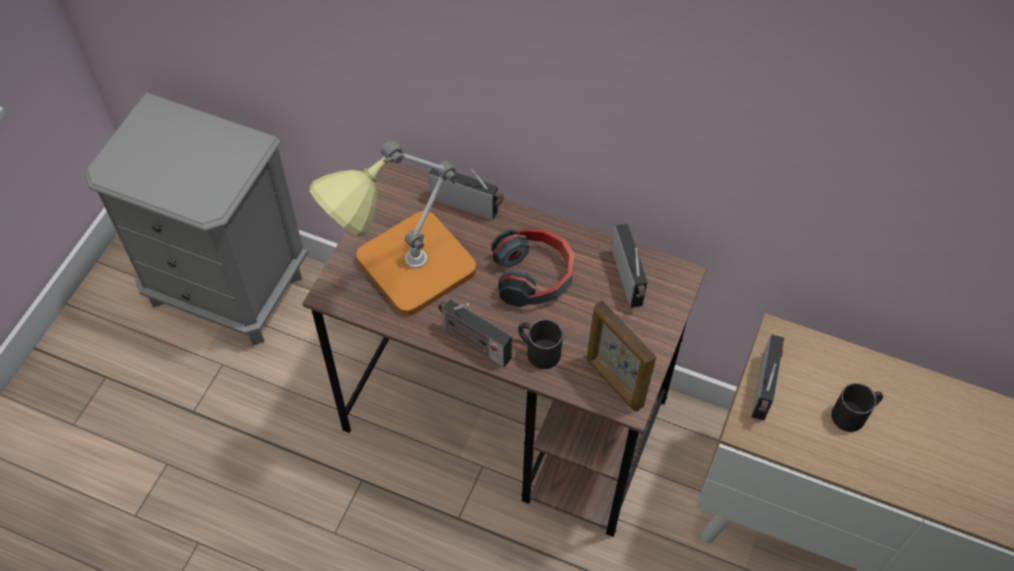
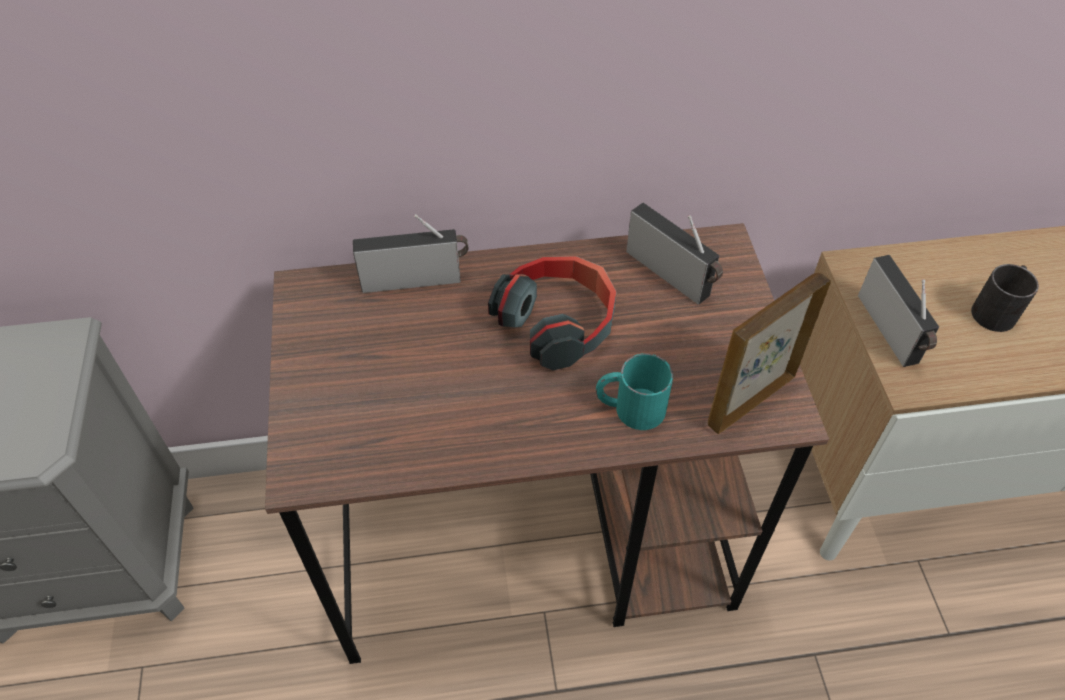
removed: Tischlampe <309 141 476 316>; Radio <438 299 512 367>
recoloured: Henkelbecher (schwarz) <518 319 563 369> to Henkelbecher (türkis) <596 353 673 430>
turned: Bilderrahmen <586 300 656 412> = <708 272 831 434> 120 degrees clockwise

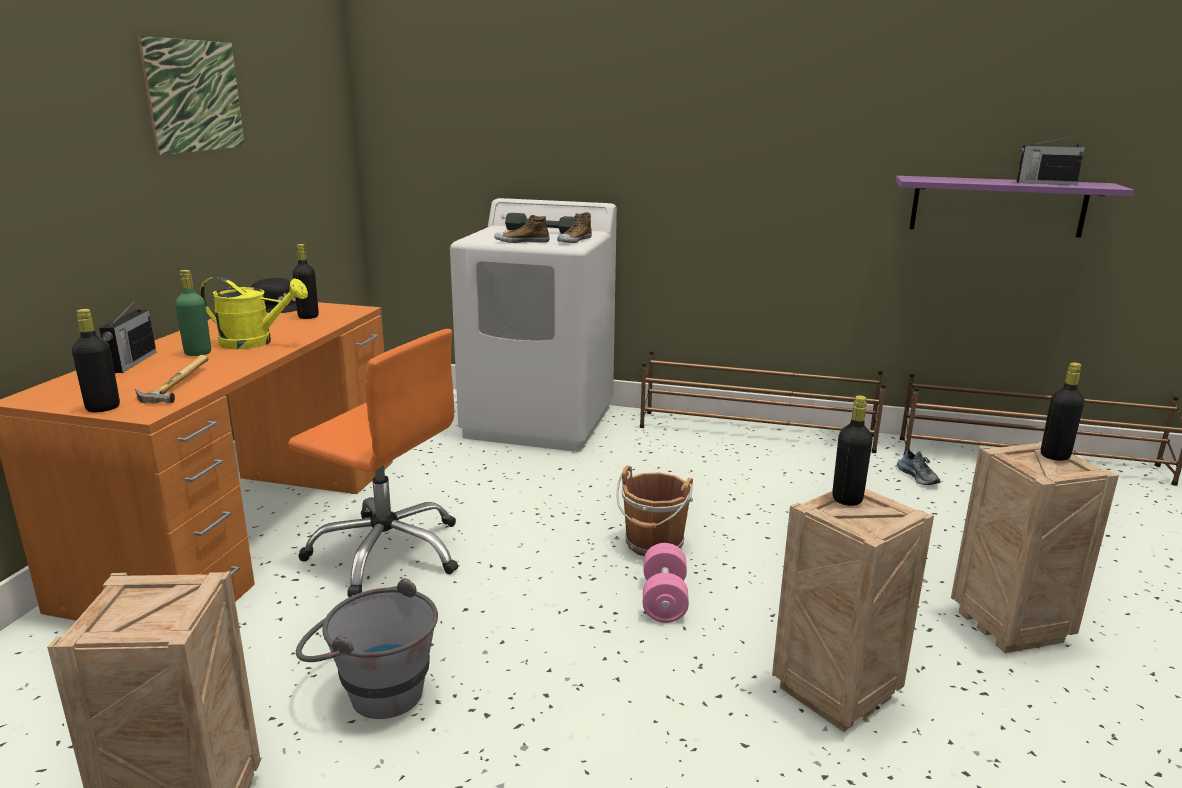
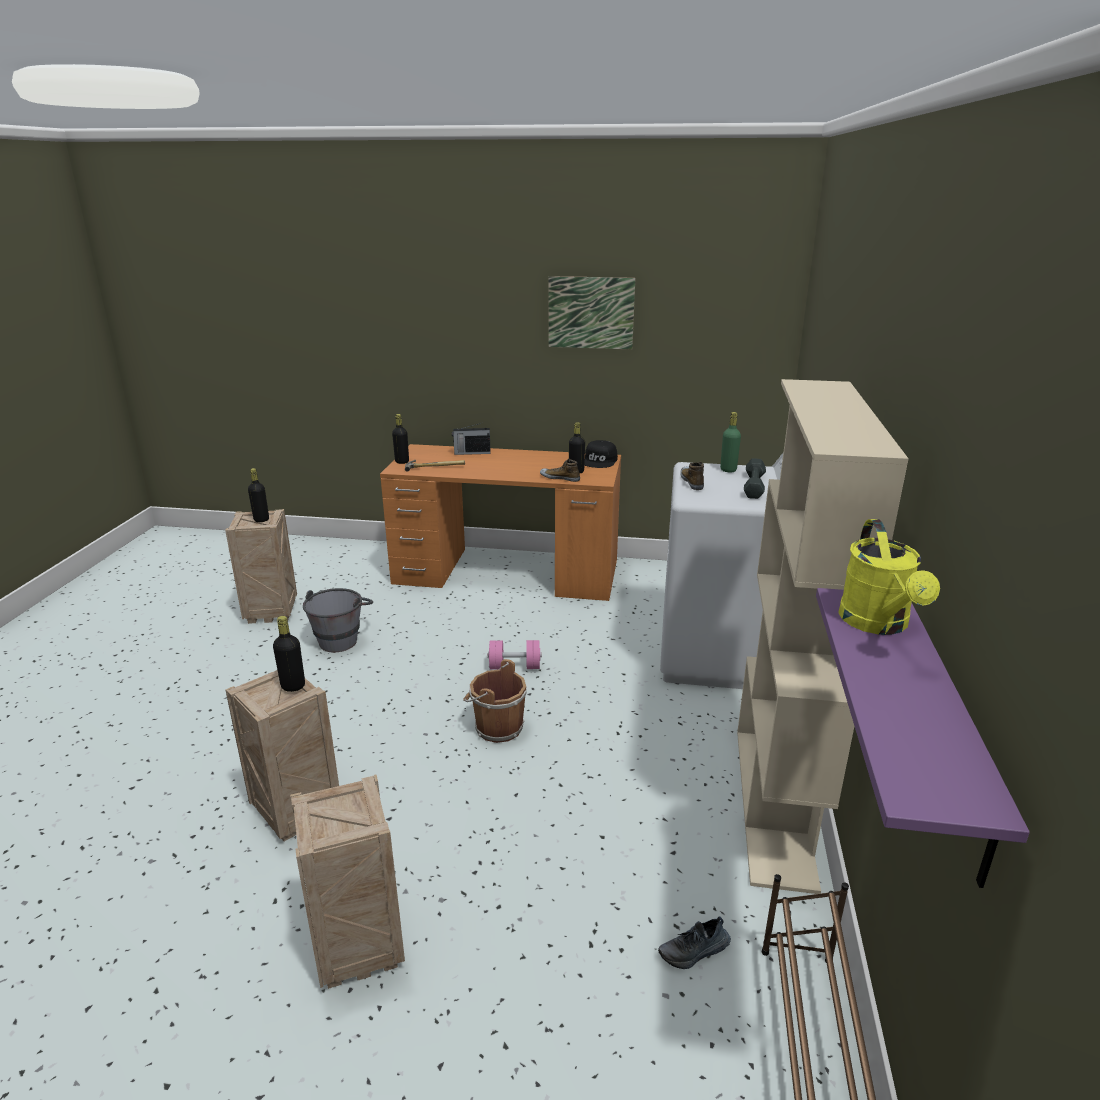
removed: Radio <1017 135 1085 185>; Bürostuhl (orange) <288 329 458 597>
moved: Schuh <557 212 592 243> to <540 459 580 482>; Flasche (grün) <175 270 211 356> to <720 412 741 472>; Gießkanne (gelb) <200 276 308 349> to <838 519 940 635>; Flasche (schwarz) <1041 363 1085 461> to <248 468 269 522>; Hantel (rosa) <643 543 689 623> to <488 640 542 670>
replaced: Schuhregal (braun) <640 351 886 453> to Bücherregal (beige) <737 379 909 894>

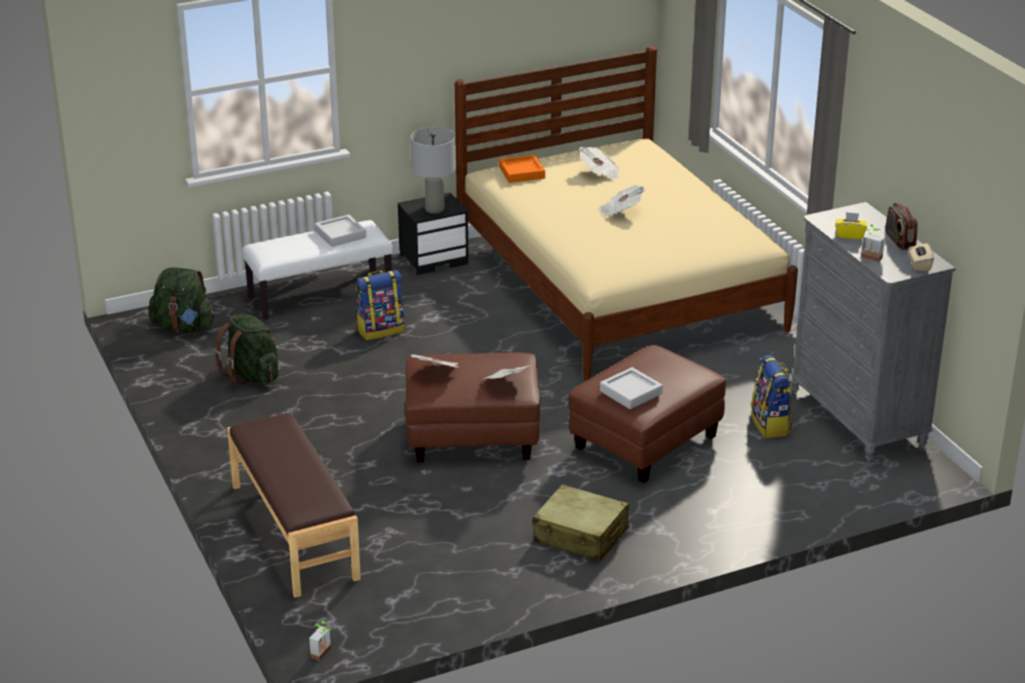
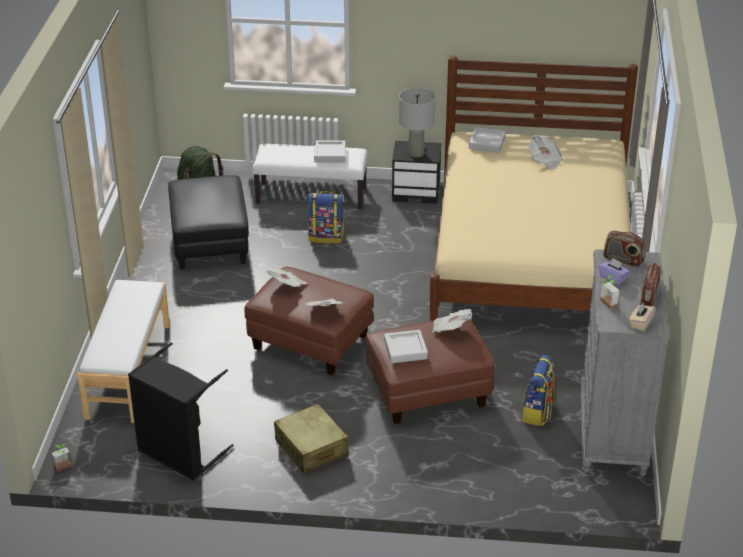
added: Radio <603 231 645 267>; Wäschekorb (schwarz) <128 342 234 481>
moved: Zeitung <598 185 645 217> to <432 309 472 332>
replaced: Rucksack (grün) <214 314 279 386> to Polsterhocker (schwarz) <168 175 249 270>
recoloured: Tablett (orange) <499 155 545 183> to Tablett (grau) <469 127 506 153>; Taschentuchbox (gelb) <836 212 867 239> to Taschentuchbox (lila) <599 258 630 285>; Bank (braun) <227 413 361 598> to Bank (weiß) <77 280 170 423>

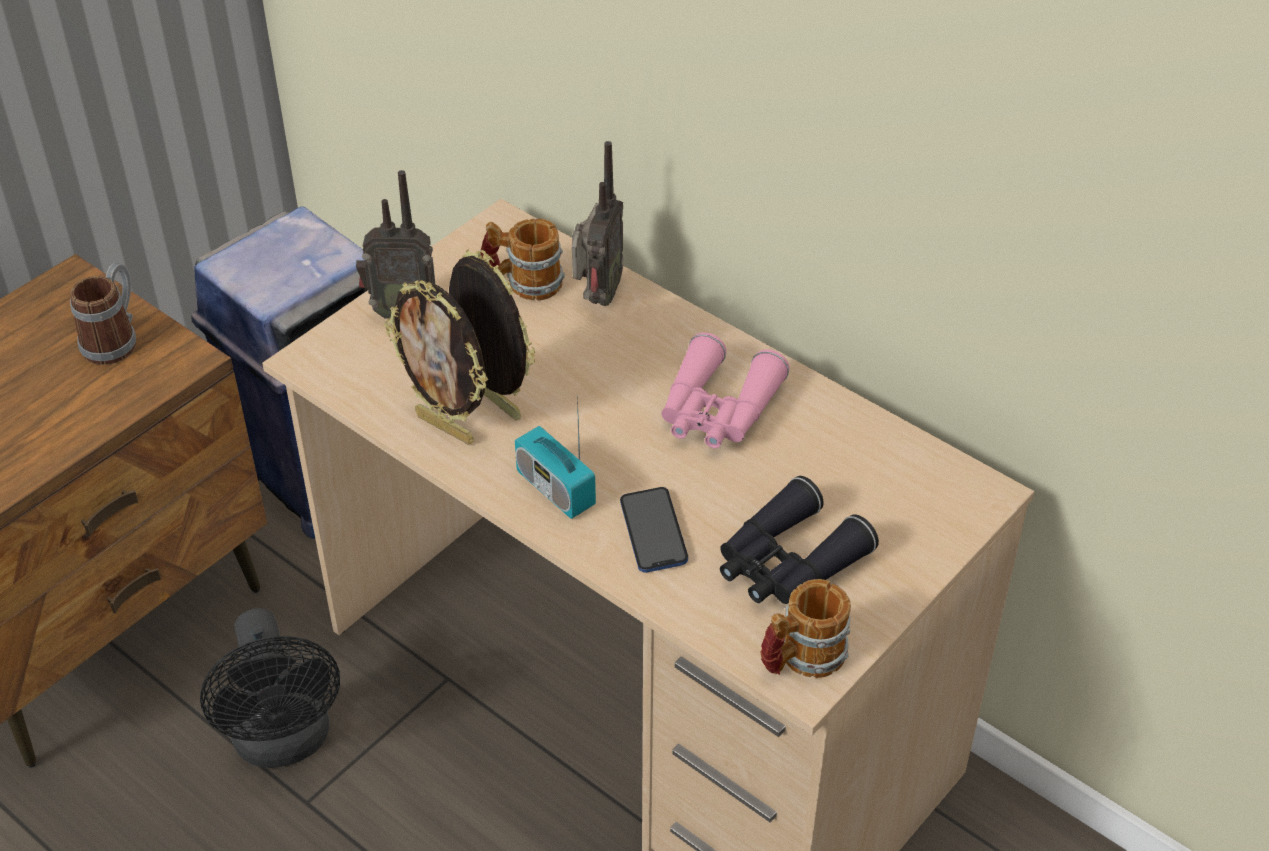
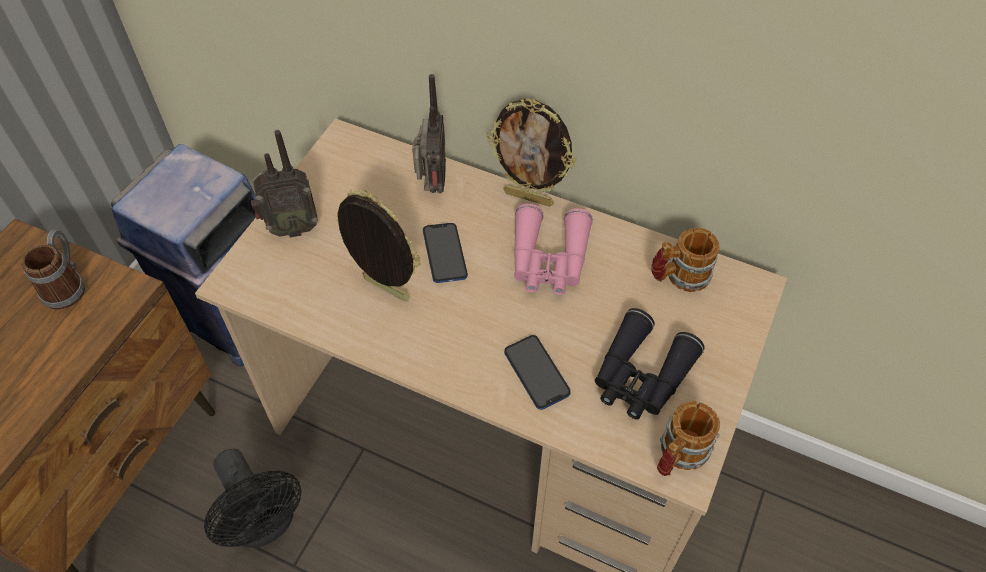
removed: Radio <515 395 596 519>
added: Handy <423 223 468 283>
moved: Henkelbecher <480 219 565 300> to <651 228 720 292>; Bilderrahmen <384 280 488 445> to <486 99 576 207>

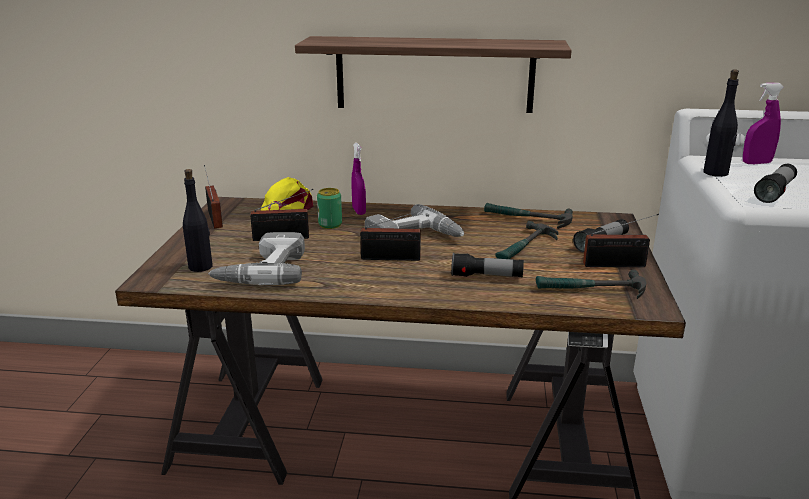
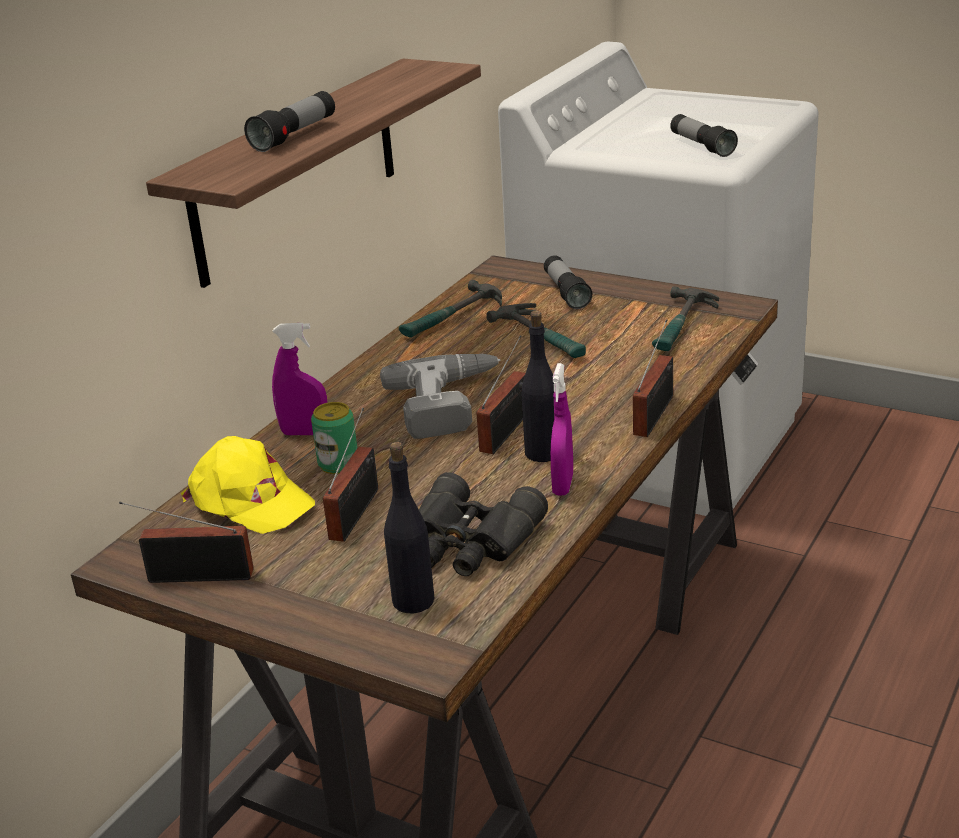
moved: Flasche (schwarz) <703 69 739 177> to <522 311 554 462>; Sprühflasche (lila) <743 83 784 164> to <550 363 573 495>; Radio <583 214 659 267> to <633 319 673 437>; Taschenlampe <451 253 524 278> to <244 91 335 152>
replaced: Bohrmaschine <208 232 305 285> to Fernglas (schwarz) <419 472 548 576>

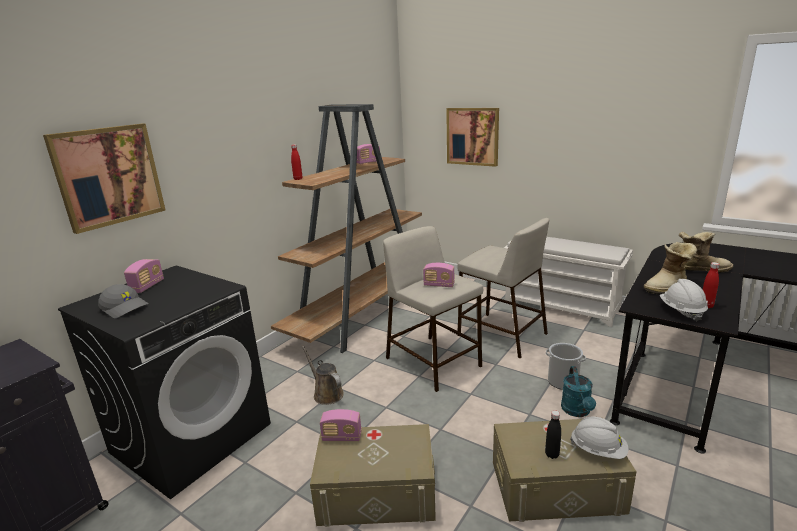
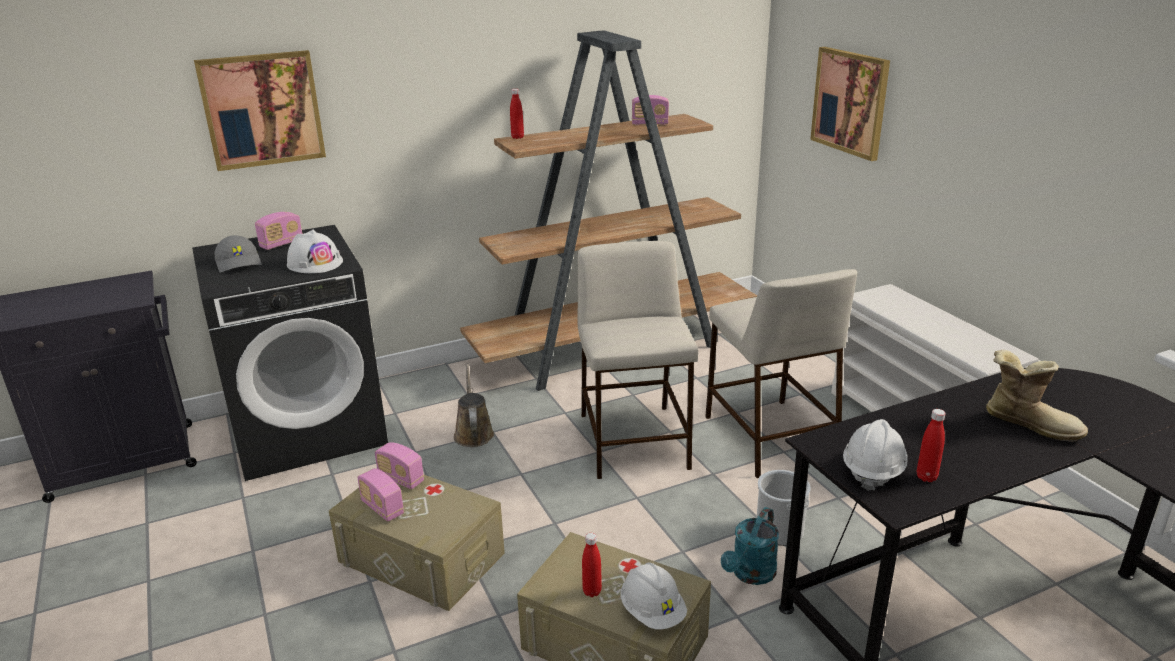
removed: Stiefel <644 242 697 294>
added: Schutzhelm (weiß) <287 229 343 273>
moved: Radio <423 263 455 287> to <357 468 404 522>
recoloured: Flasche (schwarz) <545 410 561 459> to Flasche (rot) <582 533 602 597>

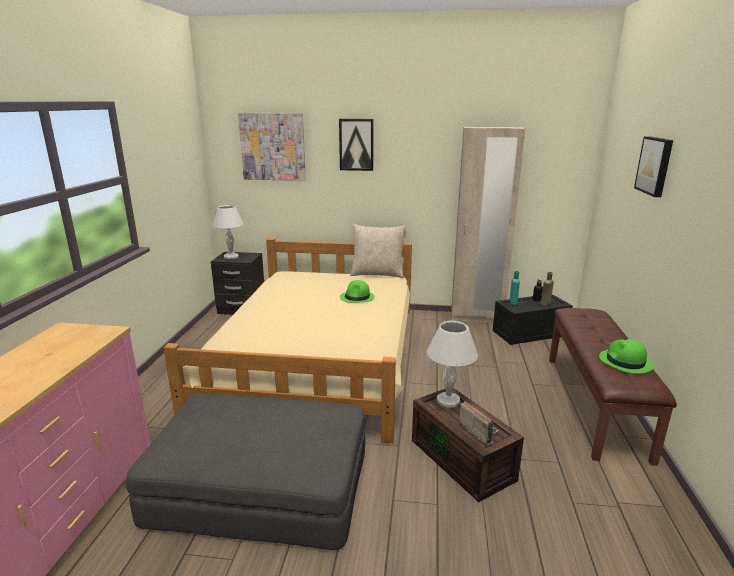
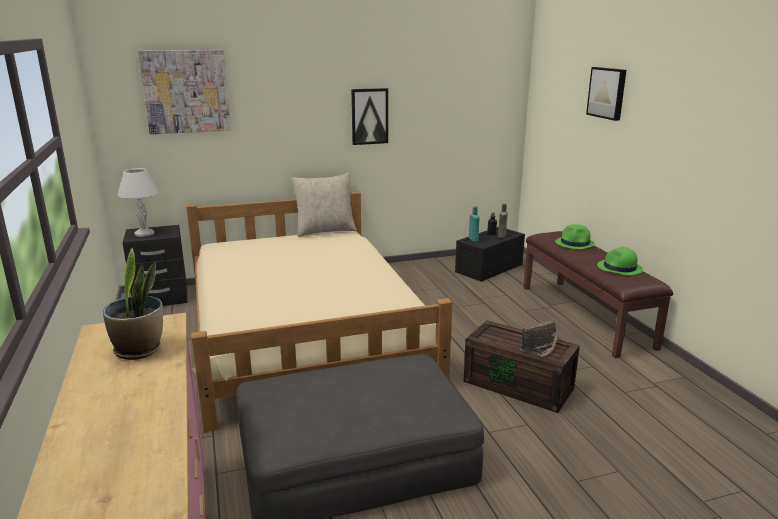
removed: Kleiderschrank (beige) <451 127 525 323>; Tischlampe (weiß) <426 321 478 408>
added: Topfpflanze <103 248 163 360>
moved: Bild <339 119 374 171> to <351 88 388 145>; Hut (grün) <340 280 375 303> to <555 224 596 249>
turned: Radio <459 401 499 445> = <520 321 557 357> 120 degrees clockwise

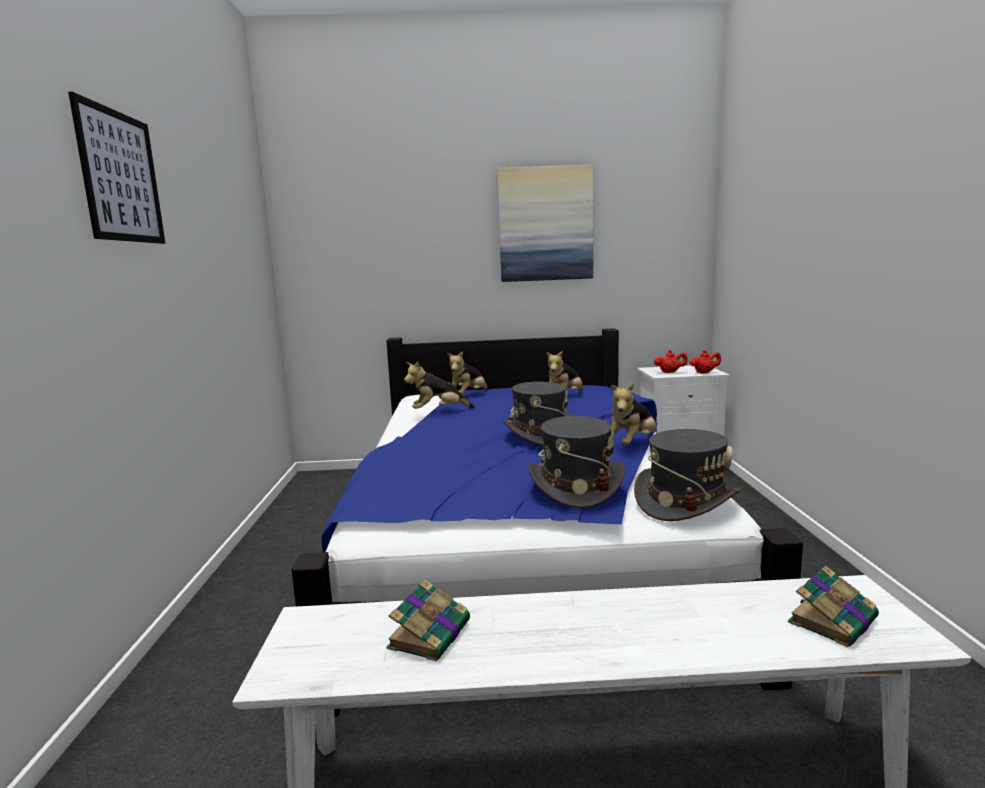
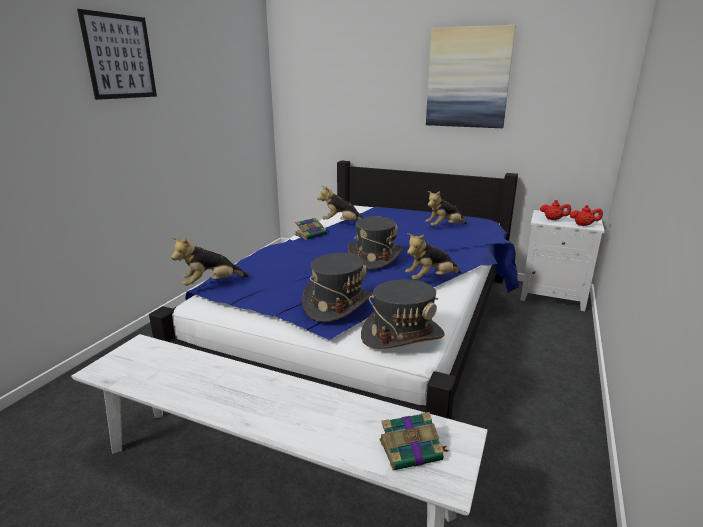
moved: Plüschtier <447 351 488 394> to <171 237 249 286>; Buch <387 579 470 661> to <295 218 328 240>

